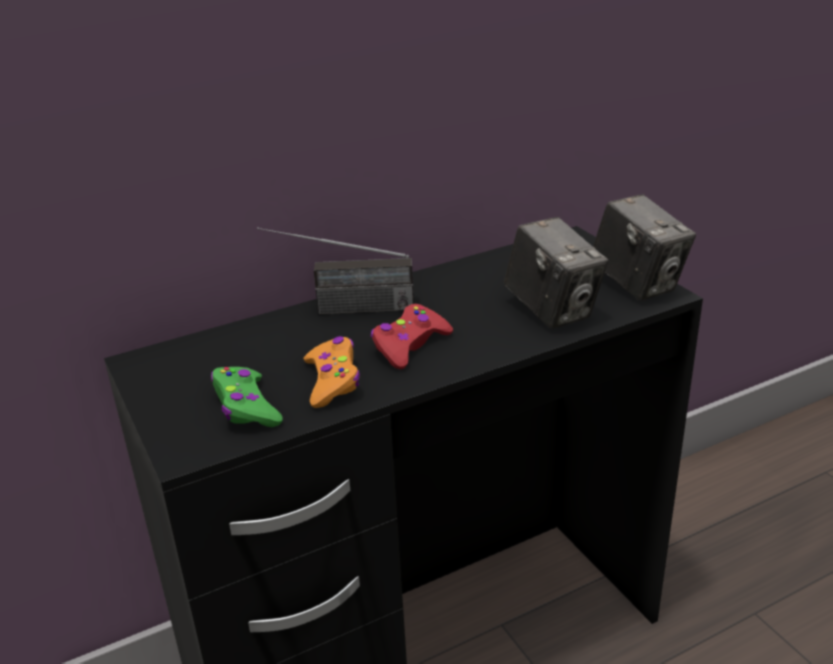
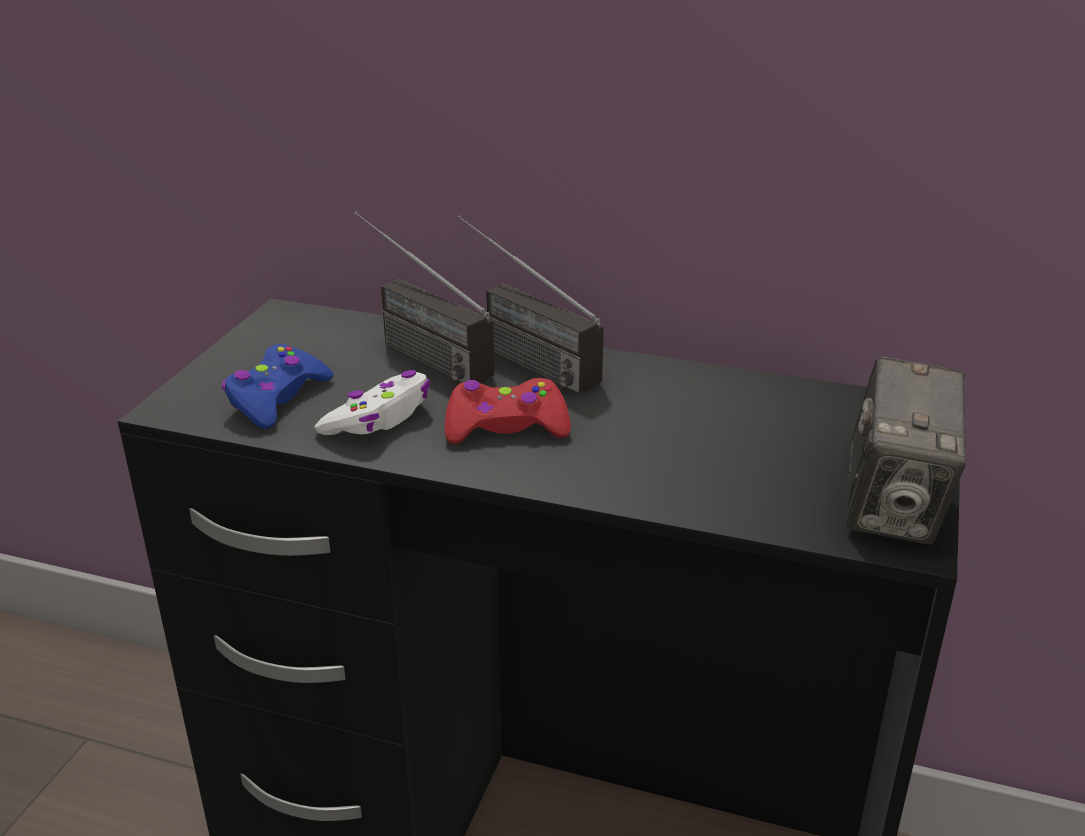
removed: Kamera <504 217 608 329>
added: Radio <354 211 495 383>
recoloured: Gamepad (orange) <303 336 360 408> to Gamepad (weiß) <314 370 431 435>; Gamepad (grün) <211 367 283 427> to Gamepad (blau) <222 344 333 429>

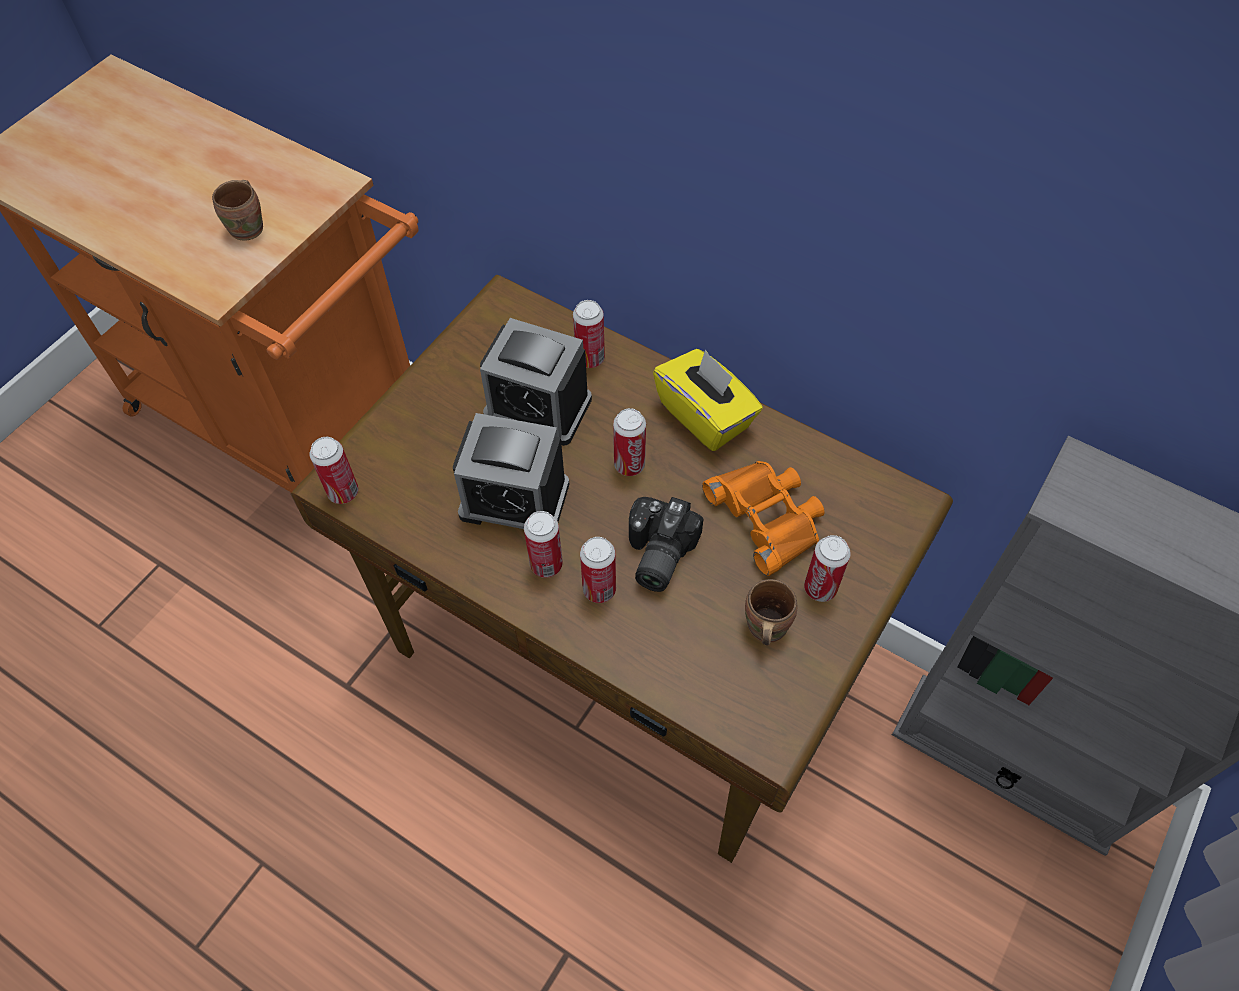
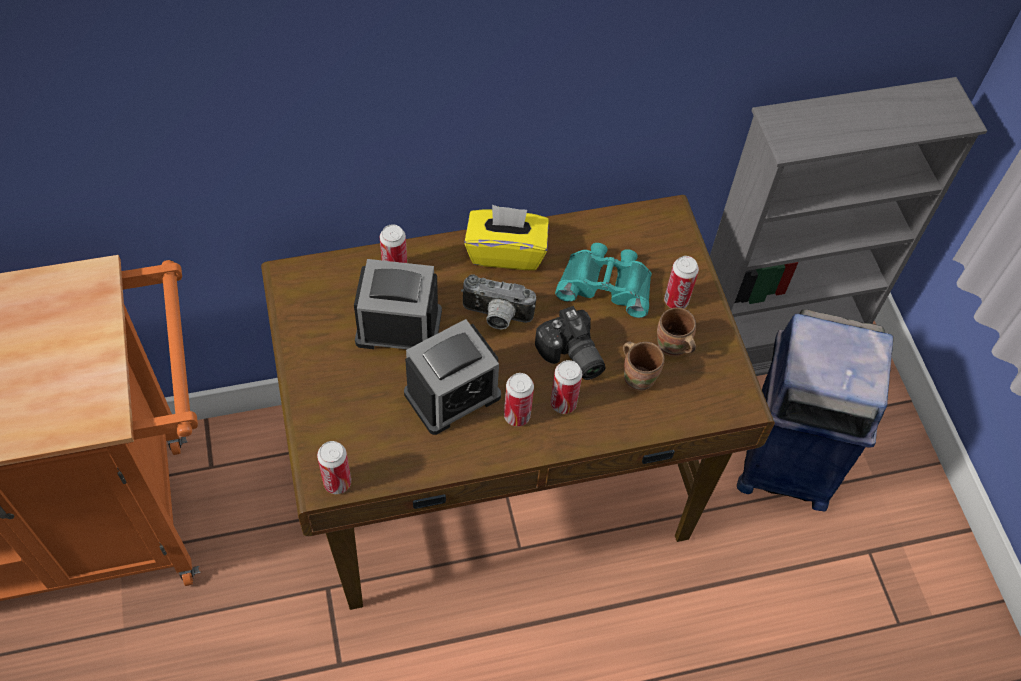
added: Mülleimer (blau) <737 309 893 511>
moved: Henkelbecher (braun) <212 180 263 240> to <623 341 664 391>
replaced: Dose <613 408 646 476> to Kamera <461 275 536 330>
recoloured: Fernglas (orange) <702 461 824 576> to Fernglas (türkis) <555 243 652 318>
turned: Wecker <480 318 592 446> = <354 259 442 349> 150 degrees counterclockwise

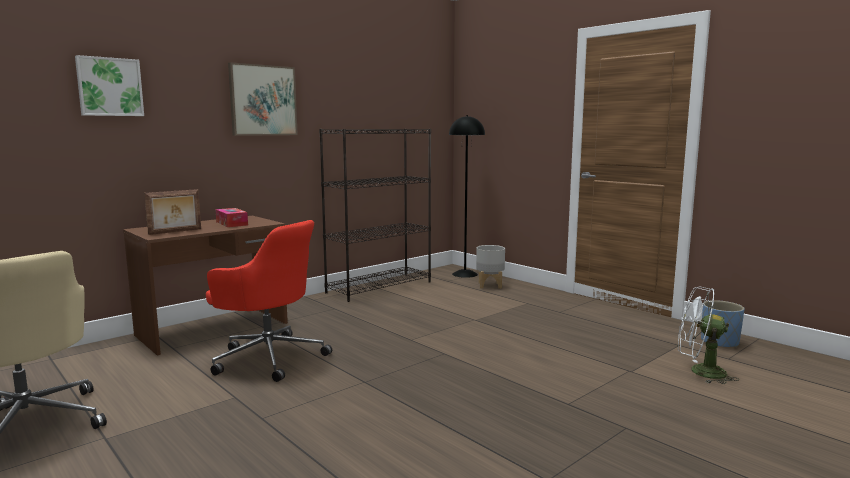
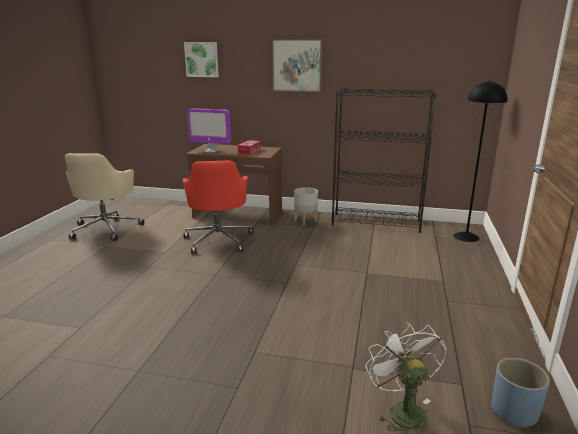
moved: Pflanzkübel (grau) <476 245 505 289> to <294 187 318 226>
replaced: Bilderrahmen <144 189 201 235> to Monitor <187 108 231 153>

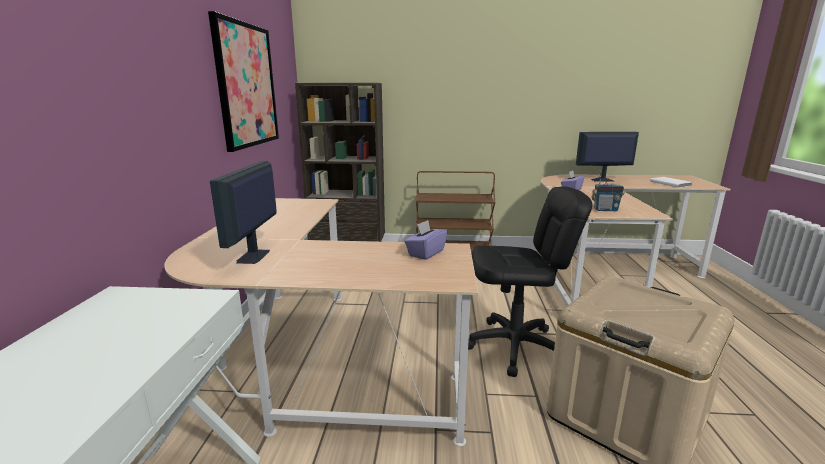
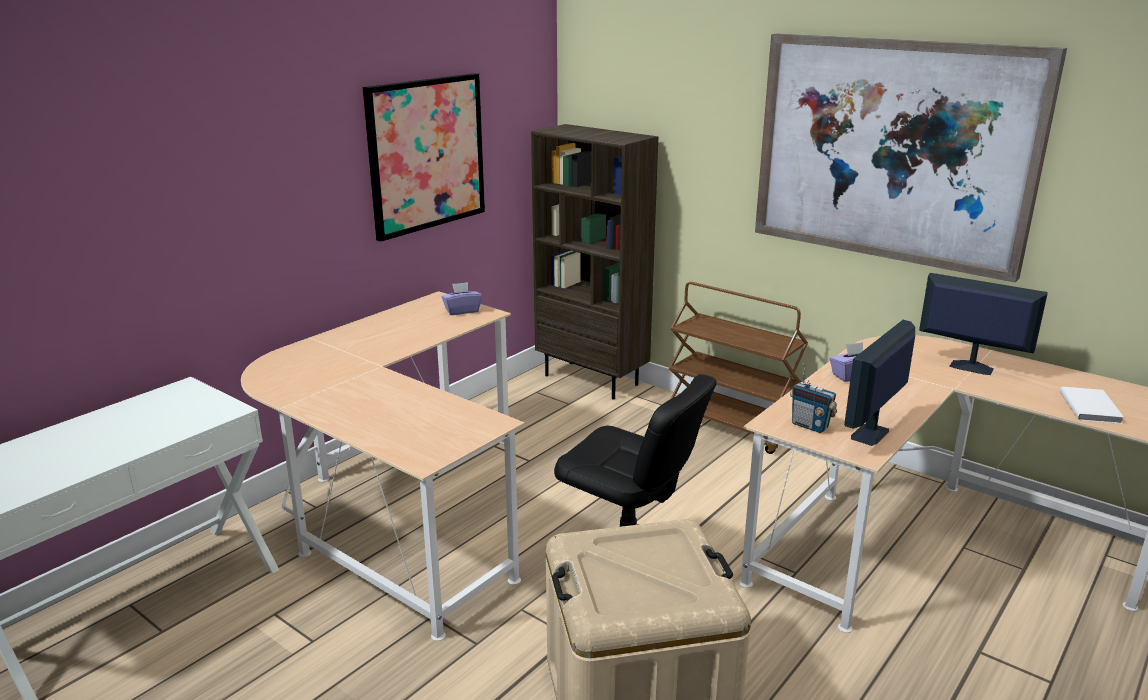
added: Bild <755 33 1067 282>
moved: Monitor <210 161 277 264> to <844 320 915 446>; Taschentuchbox (lila) <405 220 448 260> to <442 282 482 315>

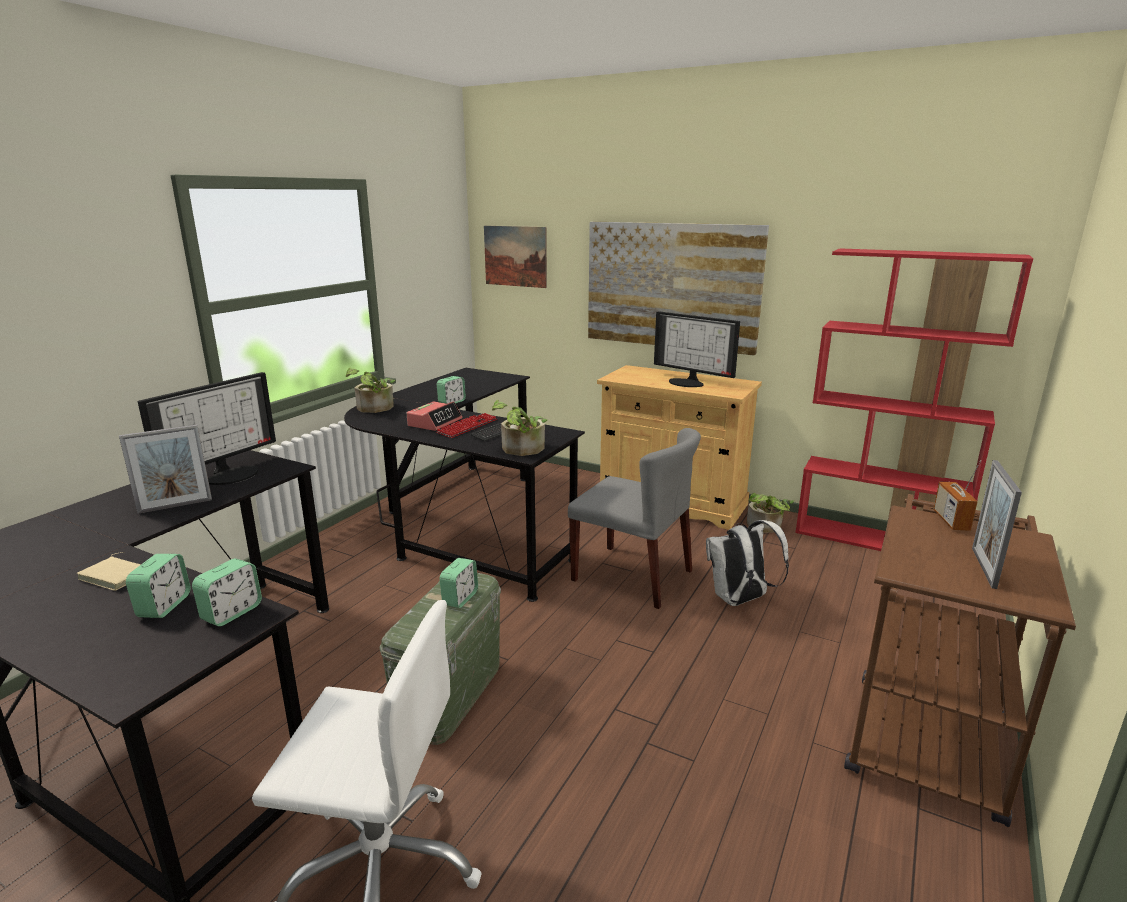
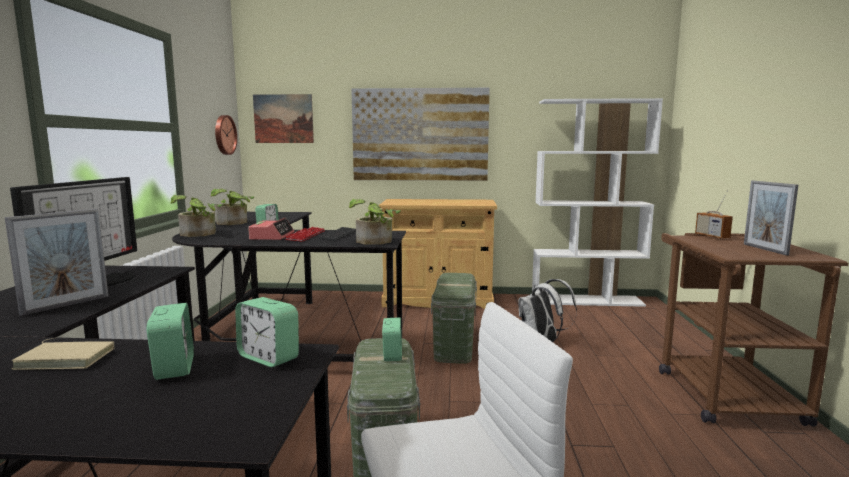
removed: Monitor <654 311 740 387>
added: Wanduhr <215 115 237 155>
moved: Topfpflanze <747 493 794 533> to <211 189 254 225>
replaced: Stuhl (grau) <568 428 701 609> to Aufbewahrungsbox (grün) <431 273 477 364>
recoloured: Bücherregal (rot) <795 248 1033 551> to Bücherregal (weiß) <532 98 663 307>
turned: Wecker <192 559 262 626> = <235 297 299 367> 120 degrees clockwise

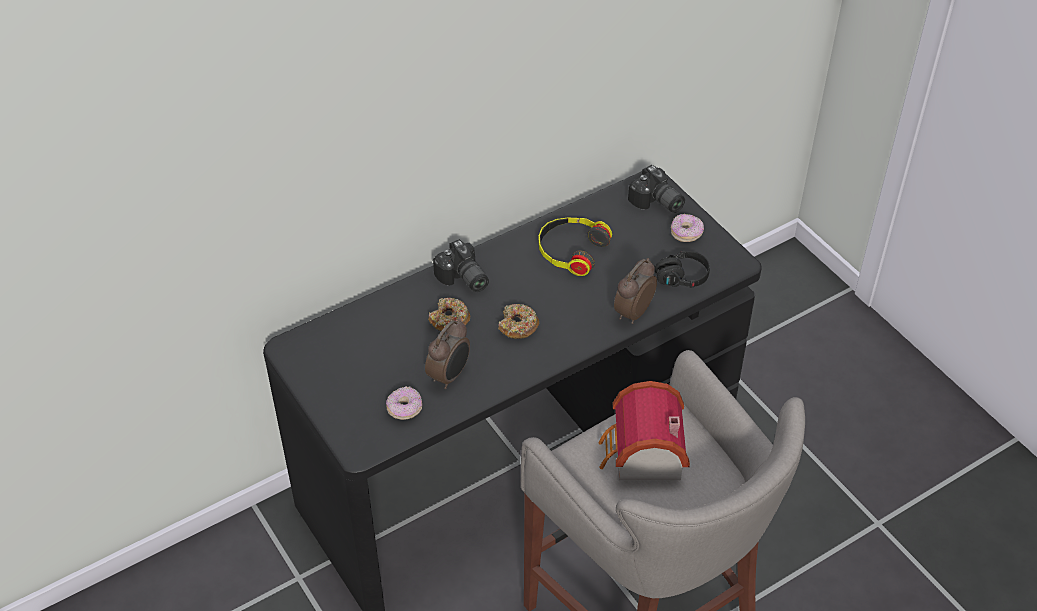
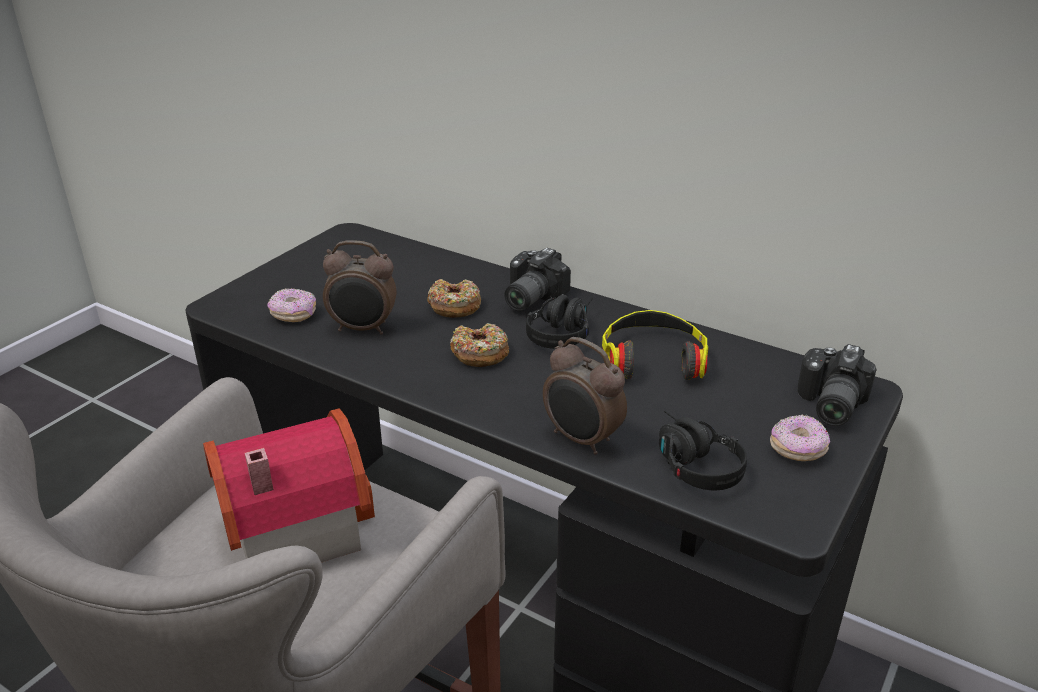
added: Kopfhörer (schwarz) <526 295 593 349>
turned: Wecker <614 258 657 324> = <543 337 627 455> 150 degrees counterclockwise

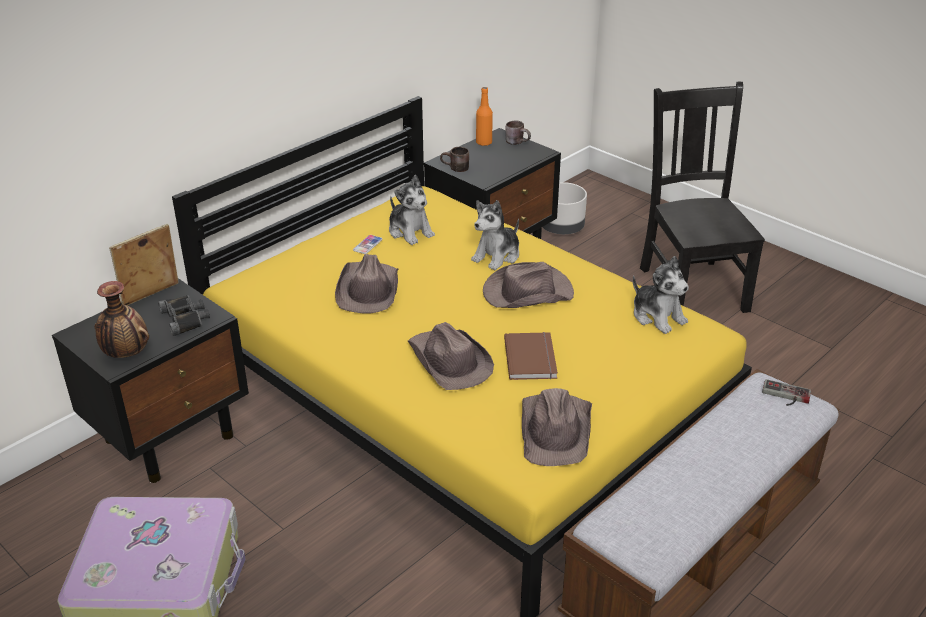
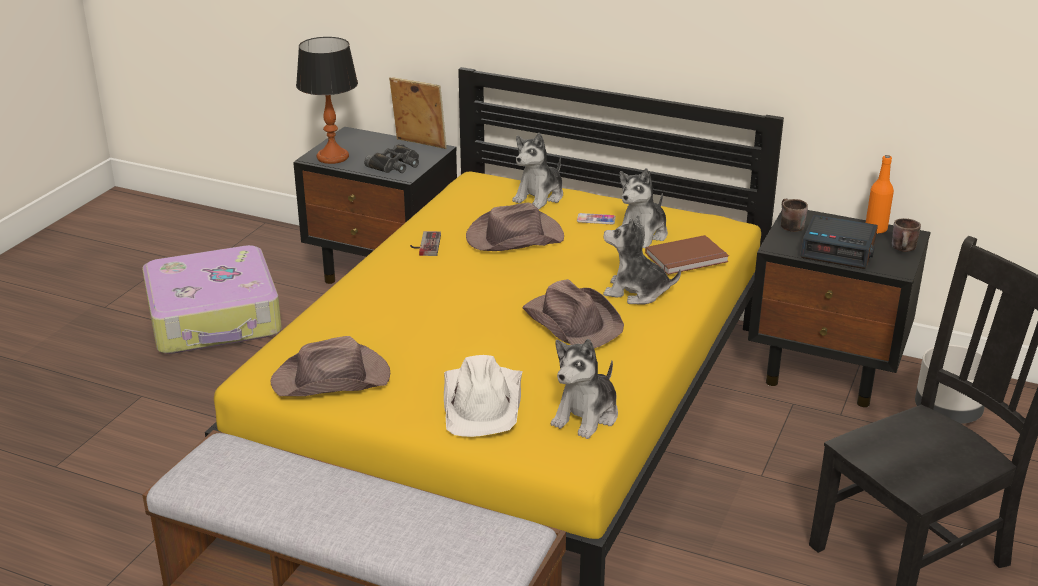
removed: Hut (braun) <408 322 494 390>
added: Plüschtier <512 133 563 209>; Wecker <800 214 878 269>; Hut (weiß) <444 355 522 437>
moved: Buch (braun) <504 332 558 380> to <645 235 729 275>; Gamepad <762 379 811 406> to <410 231 441 256>
replaced: Vase <94 281 149 358> to Tischlampe <296 37 358 164>

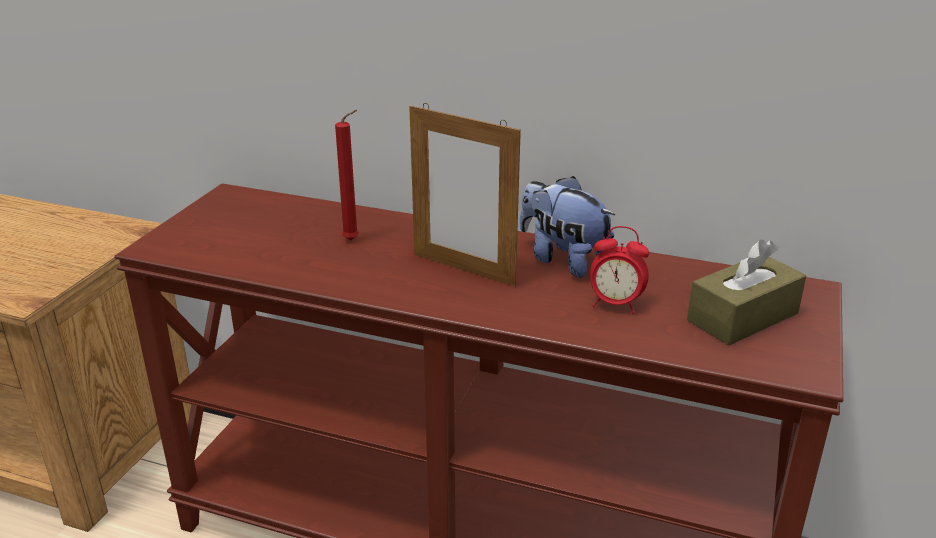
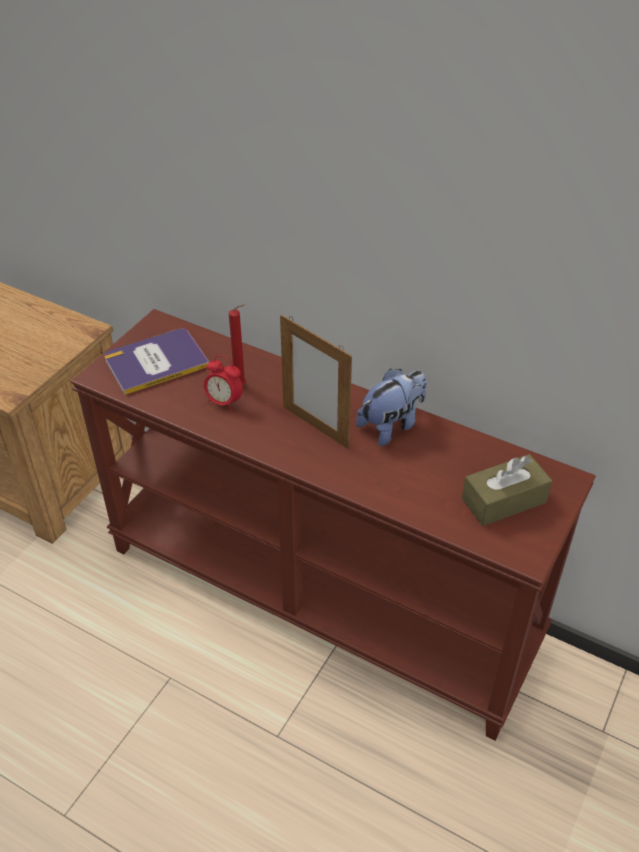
added: Buch <105 329 209 395>
moved: Wecker <590 226 649 314> to <204 355 243 412>
turned: Plüschtier <520 176 615 278> = <356 369 427 446> 90 degrees clockwise

